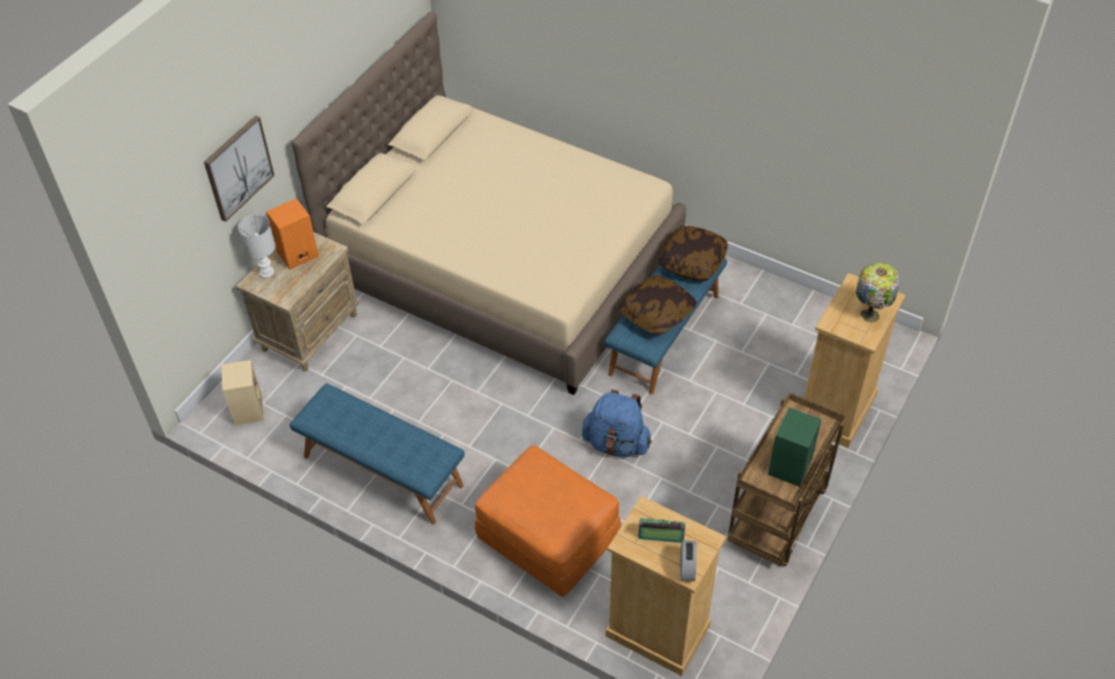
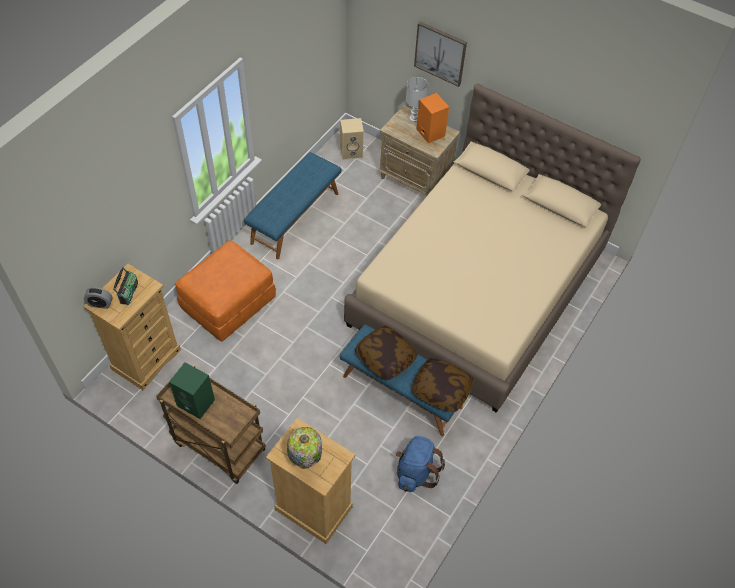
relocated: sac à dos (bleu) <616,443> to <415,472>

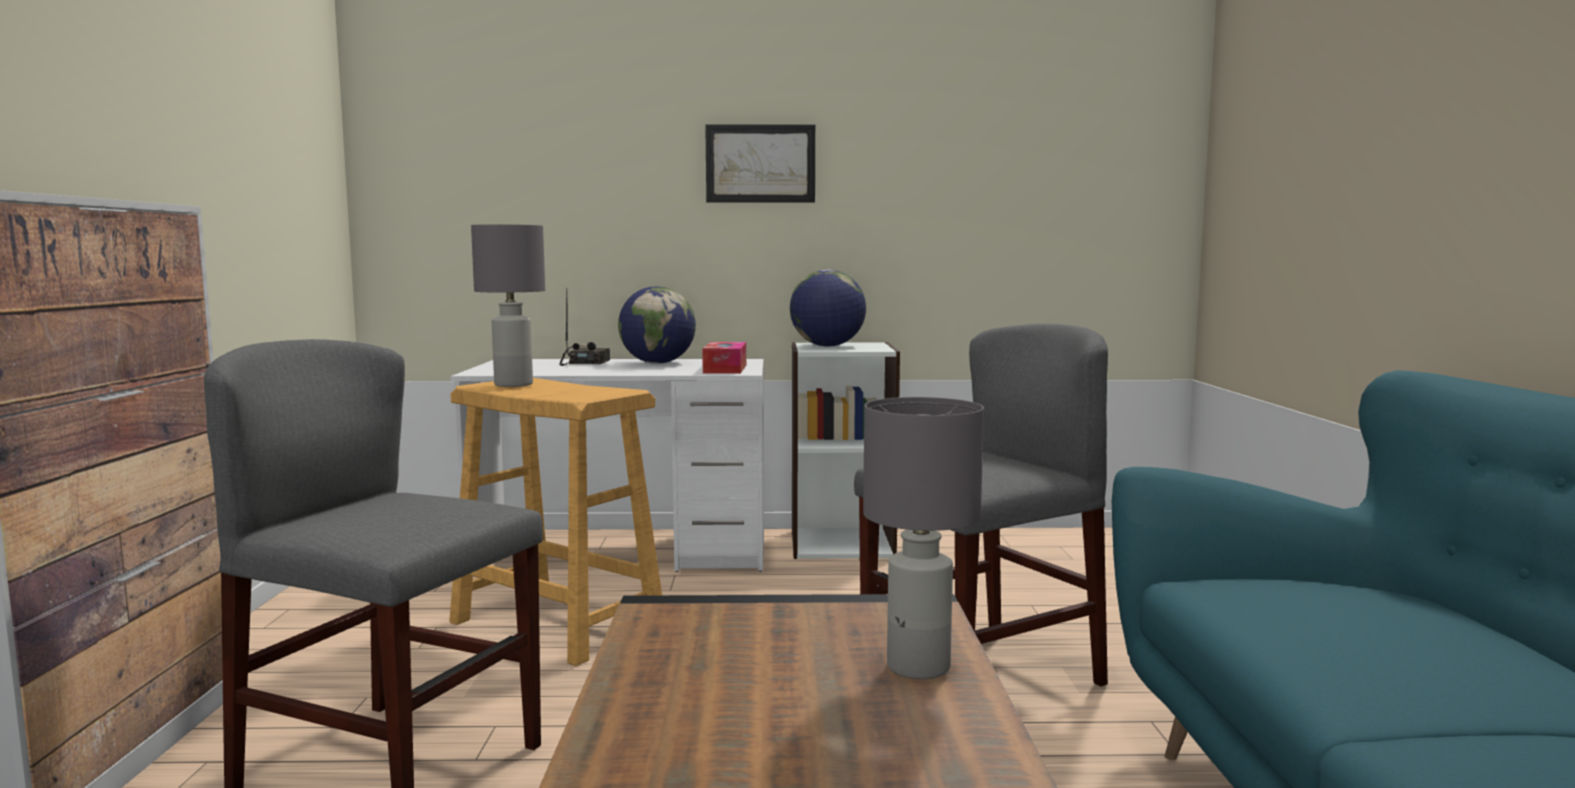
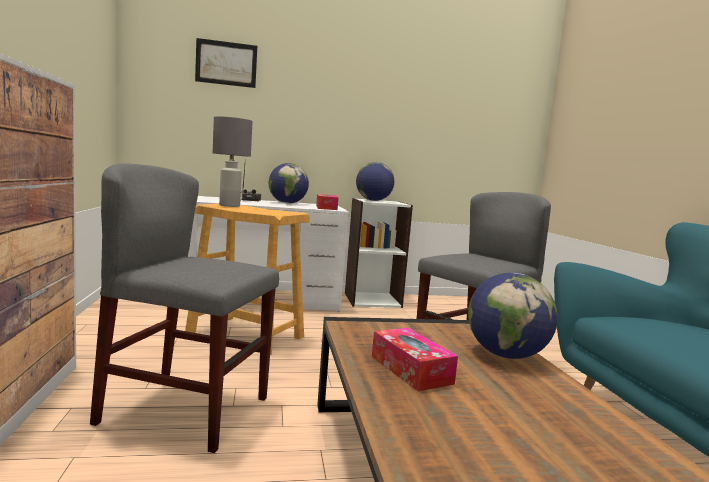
appeared: boîte à mouchoirs <410,369>
relocated: tableau <760,163> to <226,63>
exchanged: lampe de table (gris) <918,668> to globe <506,355>

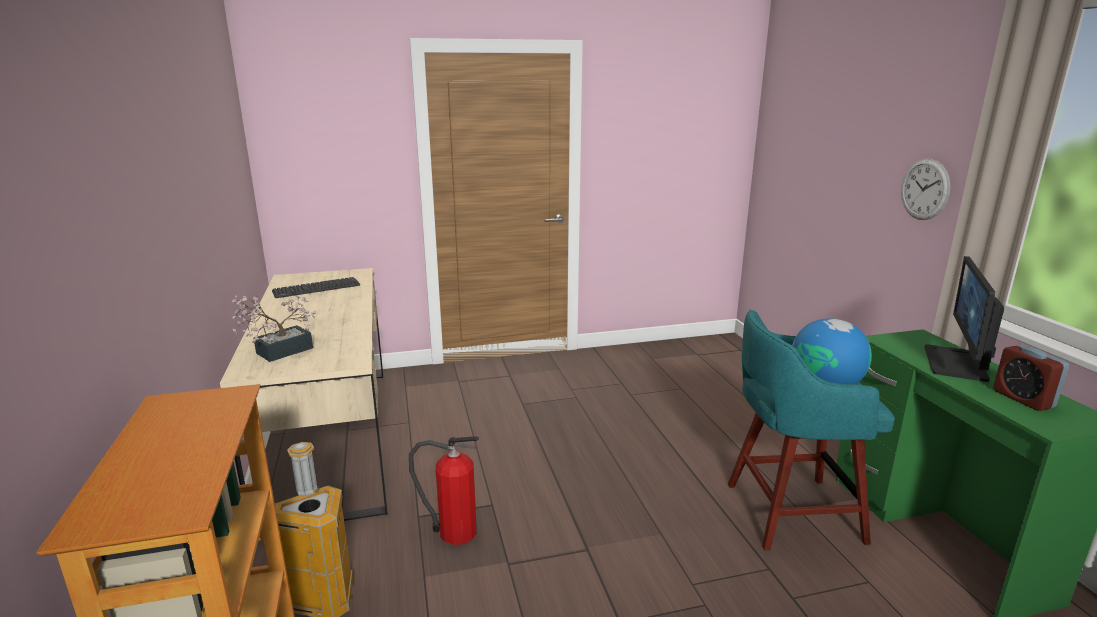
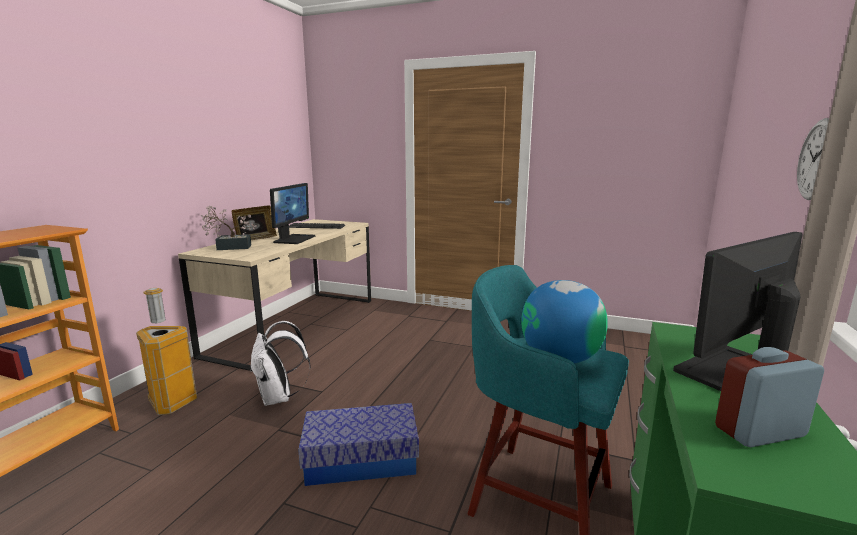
appeared: cadre photo <255,239>; écran d'ordinateur <294,239>; boîte de rangement <361,460>
exchanged: extincteur <454,532> to sac à dos (blanc) <279,397>
spun: réveil <1023,399> = <760,432> 60 degrees clockwise

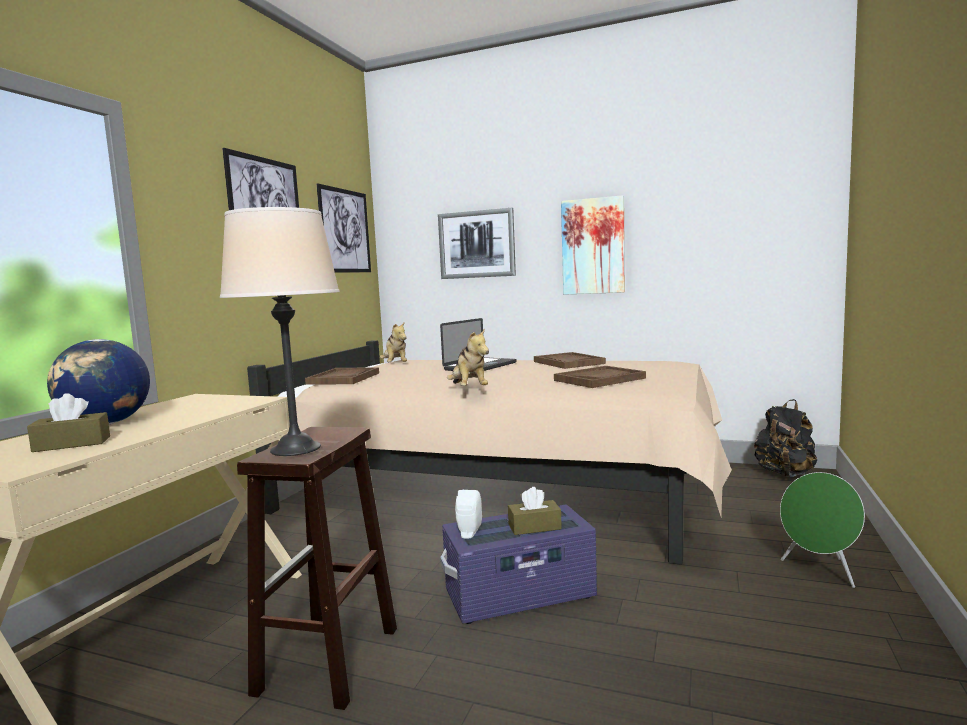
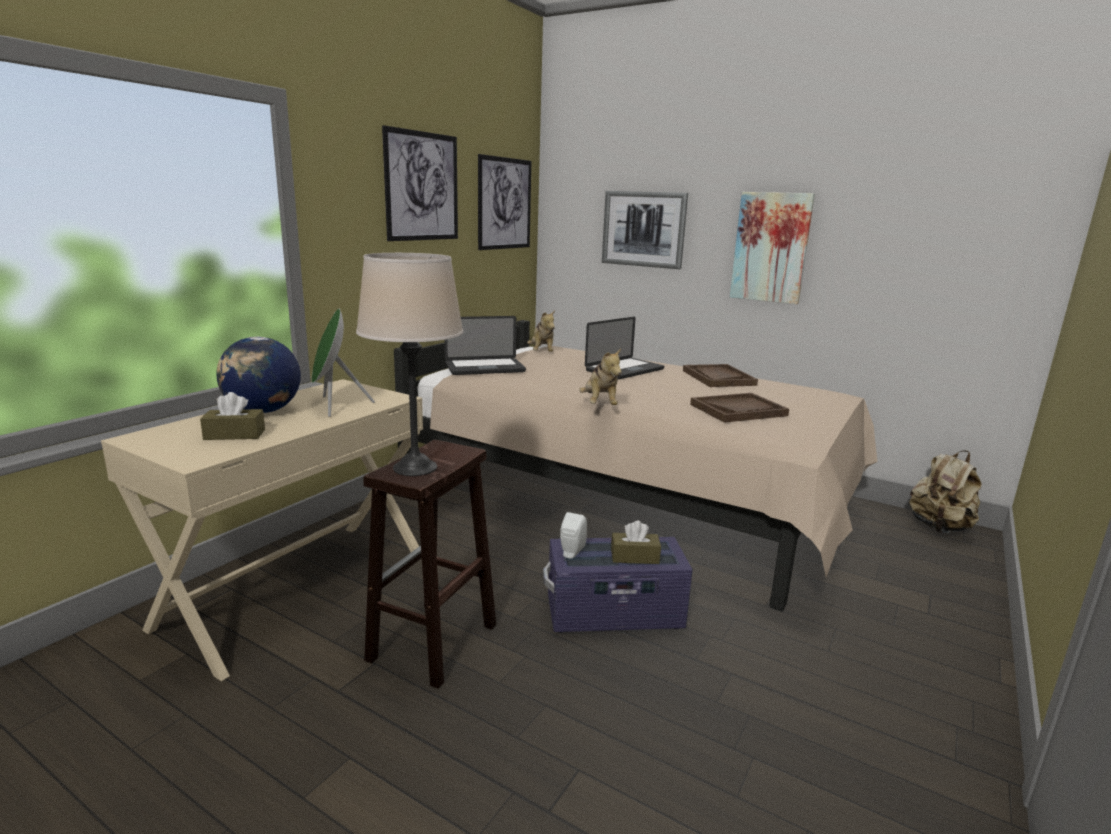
relocated: enceinte (vert) <820,571> to <334,406>
exchanged: plateau (marron) <343,378> to ordinateur portable <485,368>
colour: sac à dos (noir) <785,474> to sac à dos (beige) <939,528>

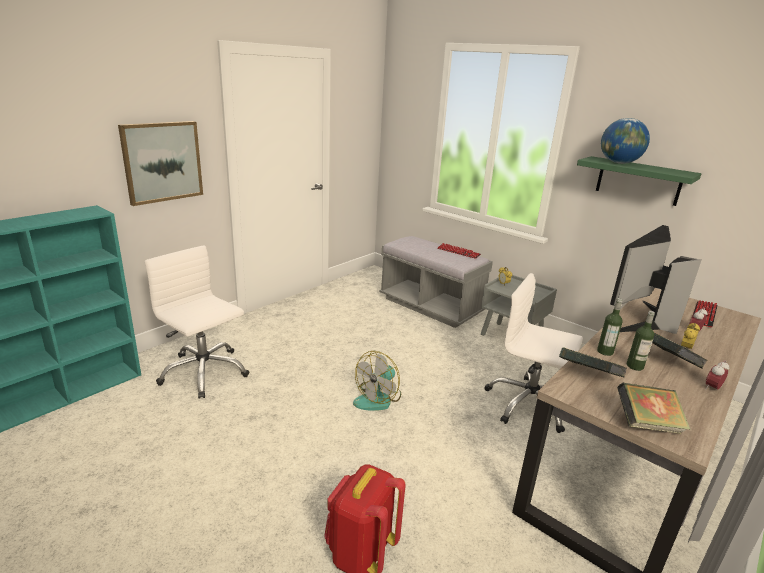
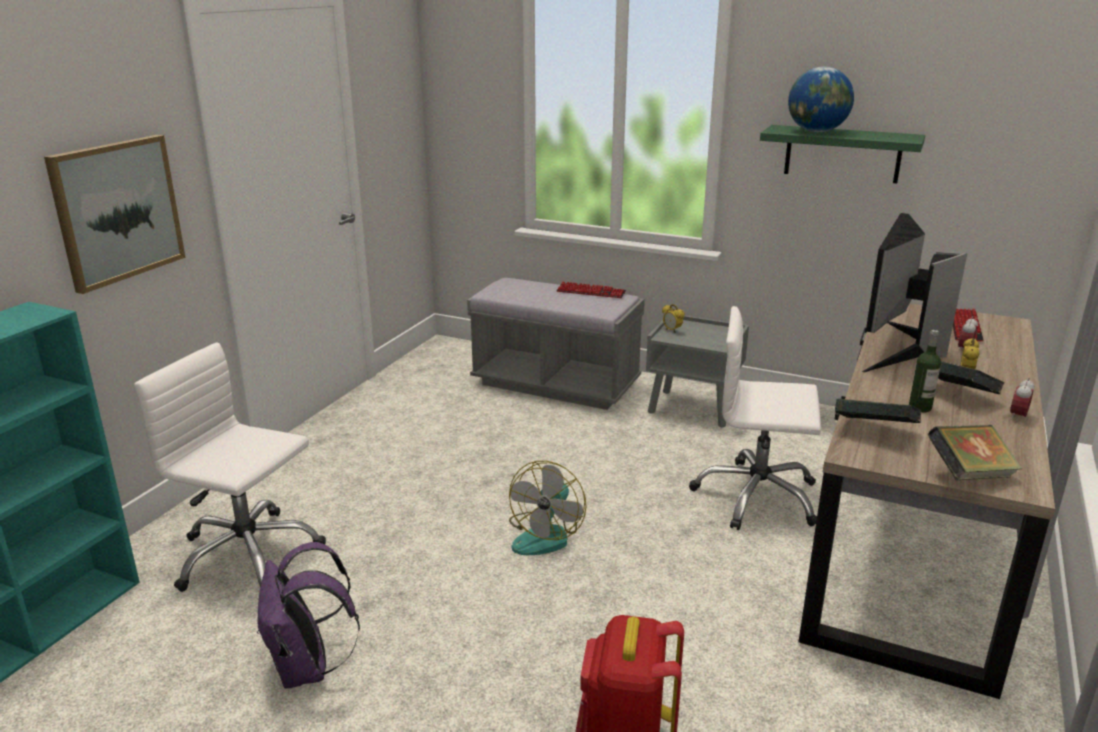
missing: bouteille <605,351>
appeared: sac à dos (violet) <307,669>

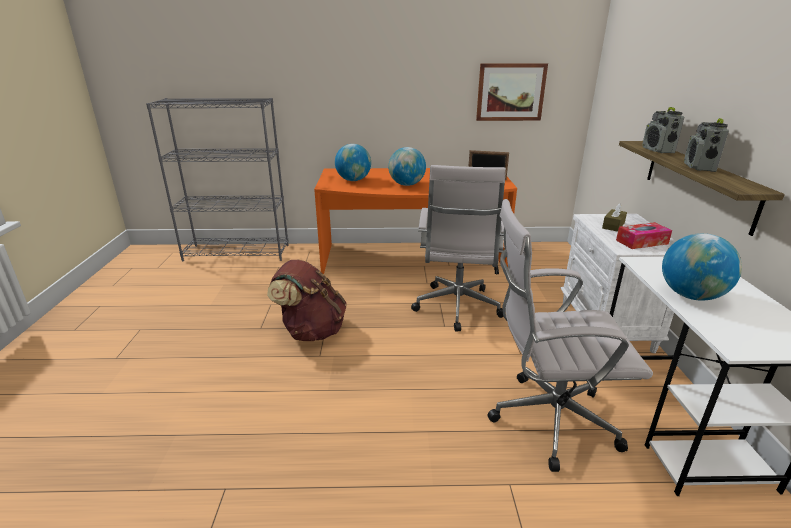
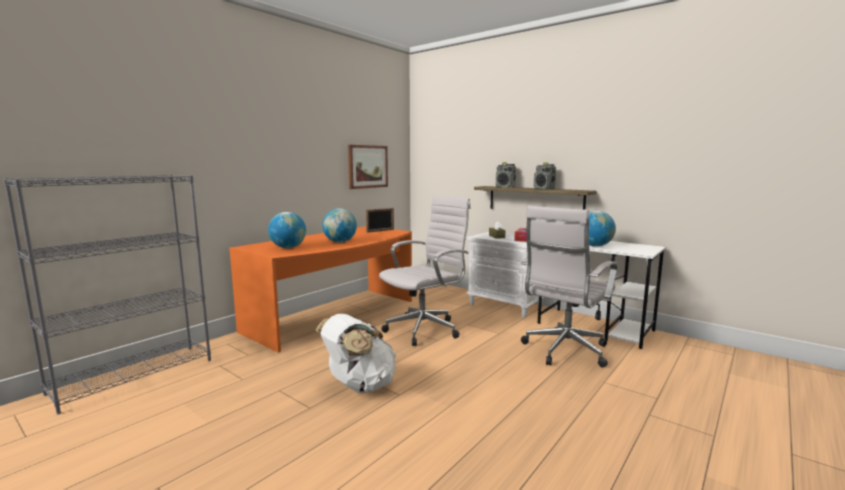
colour: sac à dos (marron) <311,331> to sac à dos (blanc) <359,386>
spun: chaise de bureau (blanc) <457,309> = <425,329> 90 degrees counterclockwise

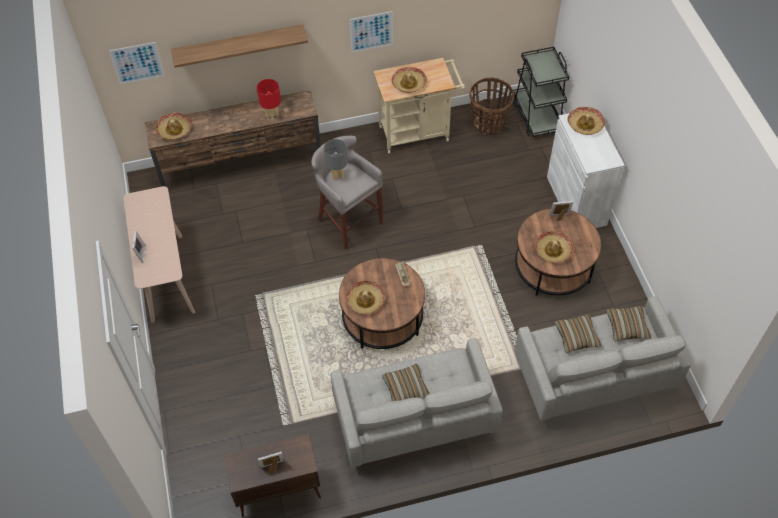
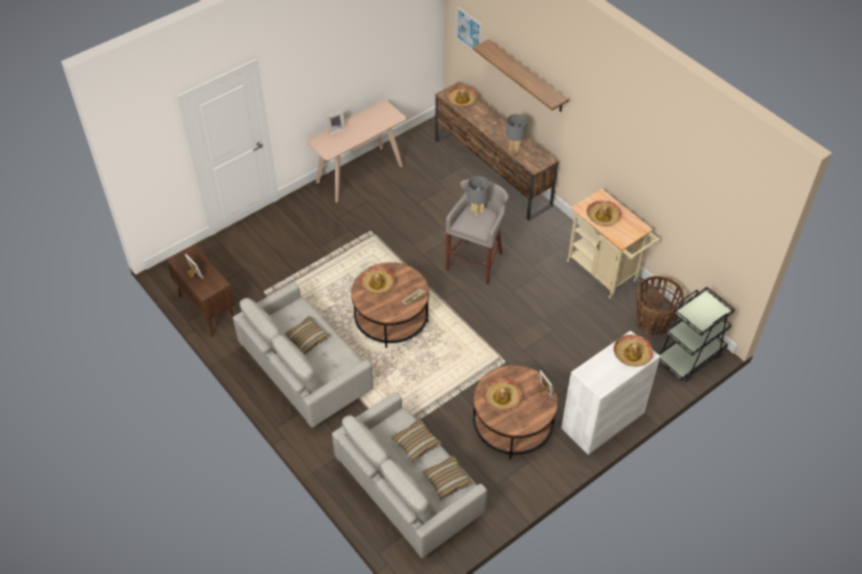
missing: tableau <371,31>
colour: lampe de table (rouge) <272,115> to lampe de table (gris) <514,148>

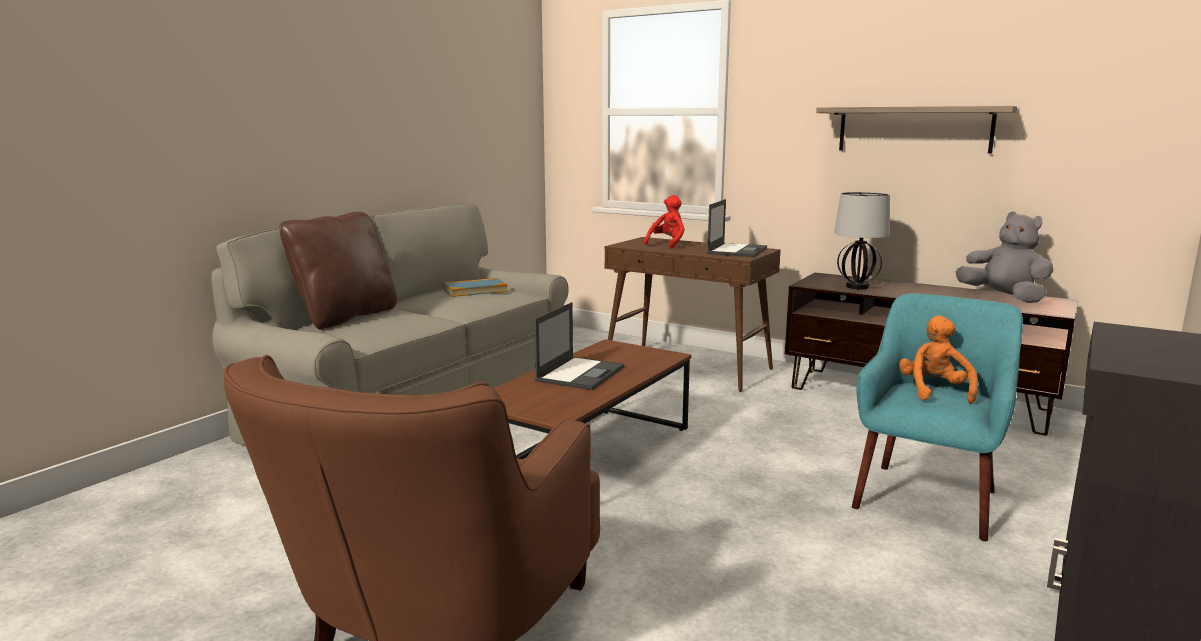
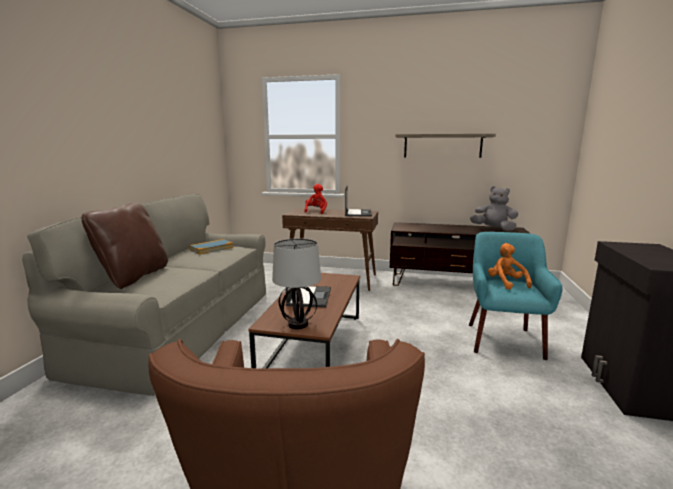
relocated: lampe de table <856,287> to <297,324>

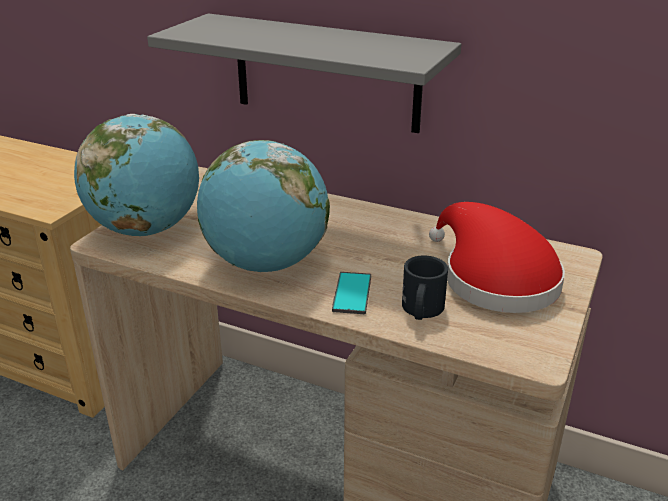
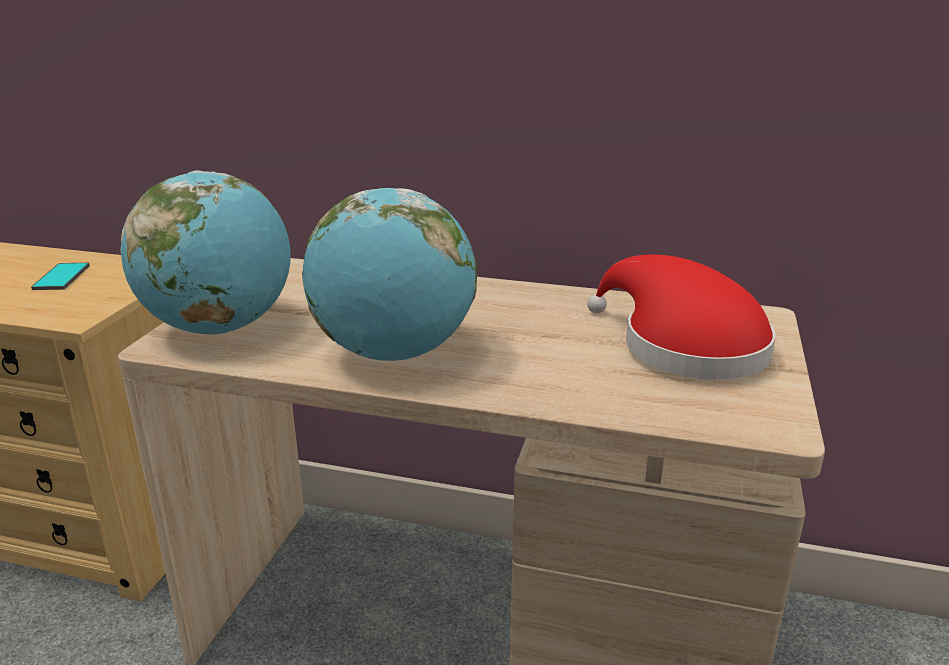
missing: étagère (gris) <326,73>; mug (noir) <421,311>
relocated: téléphone <352,293> to <61,277>

